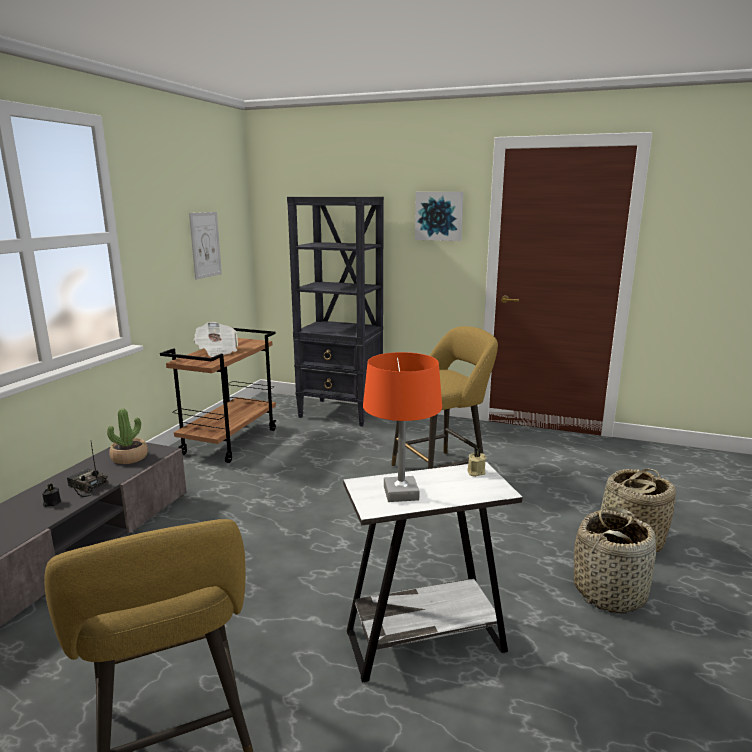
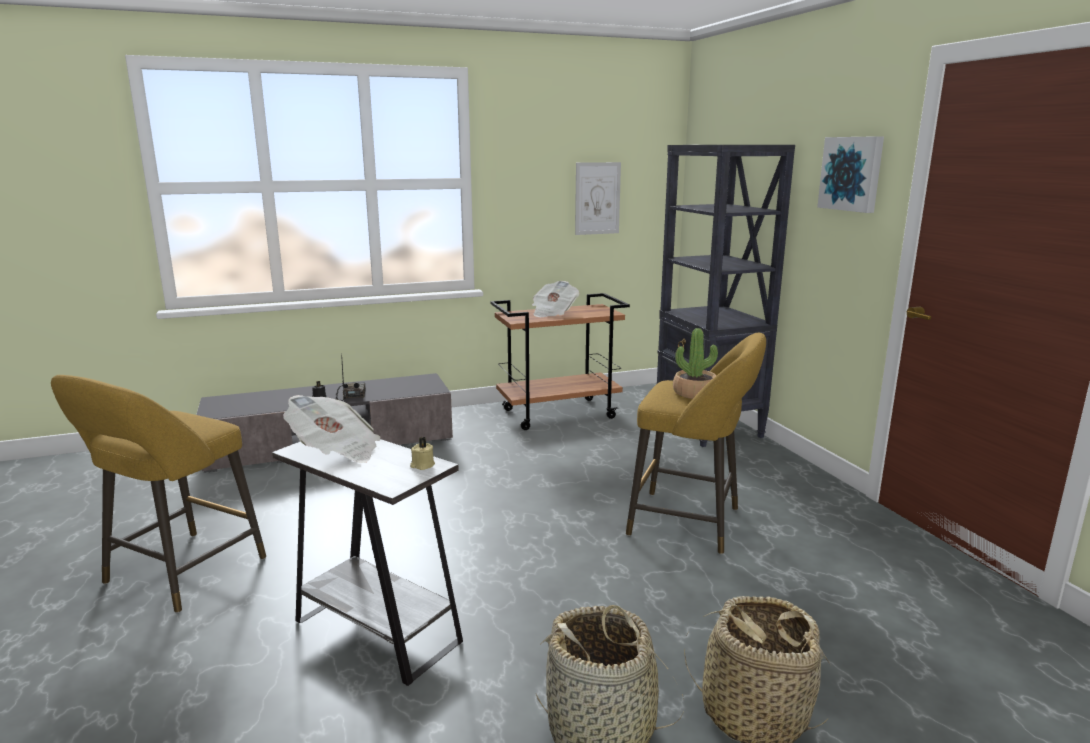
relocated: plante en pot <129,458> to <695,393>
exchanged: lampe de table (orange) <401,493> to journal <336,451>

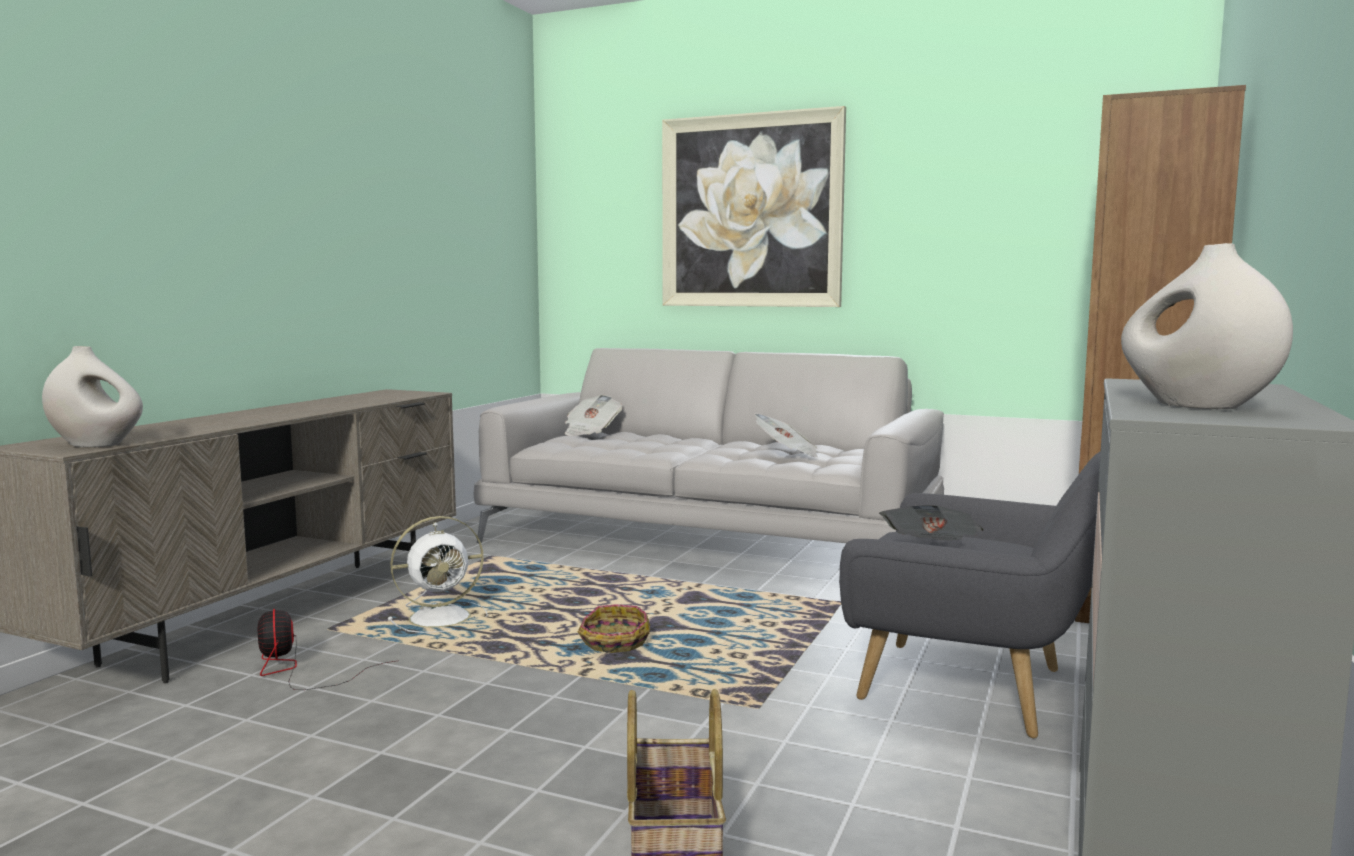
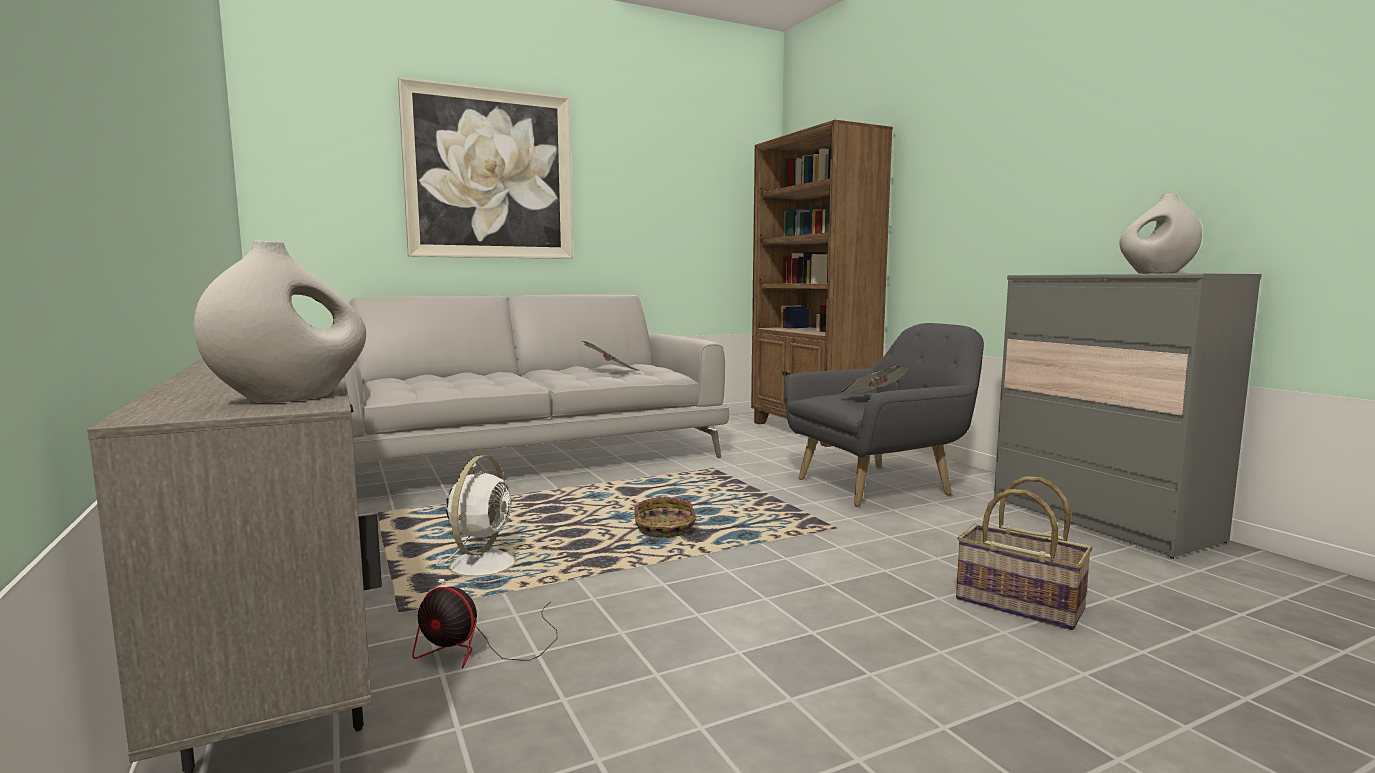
missing: journal <591,432>

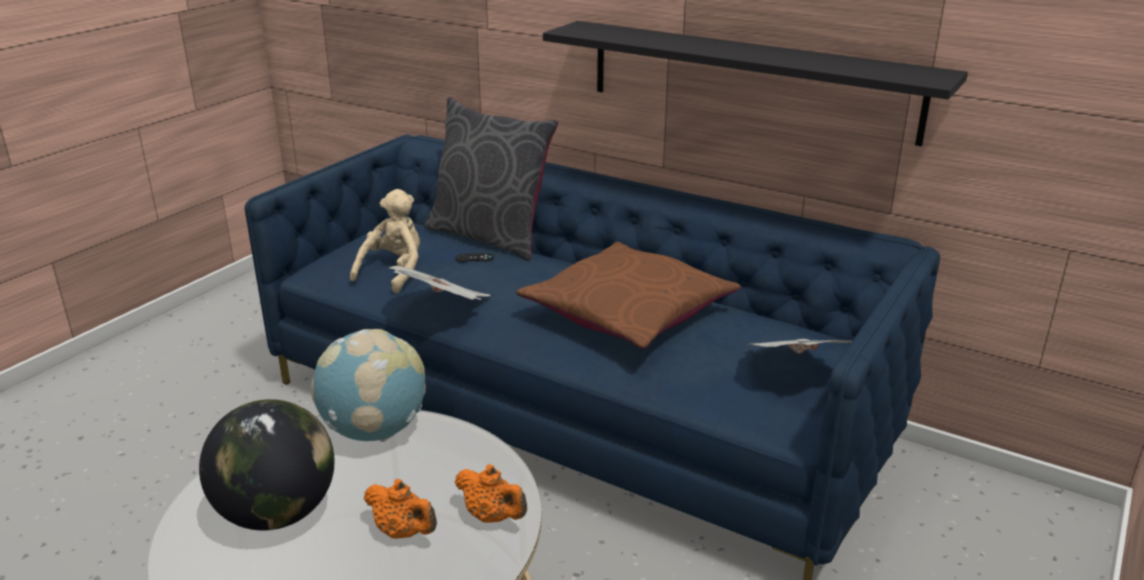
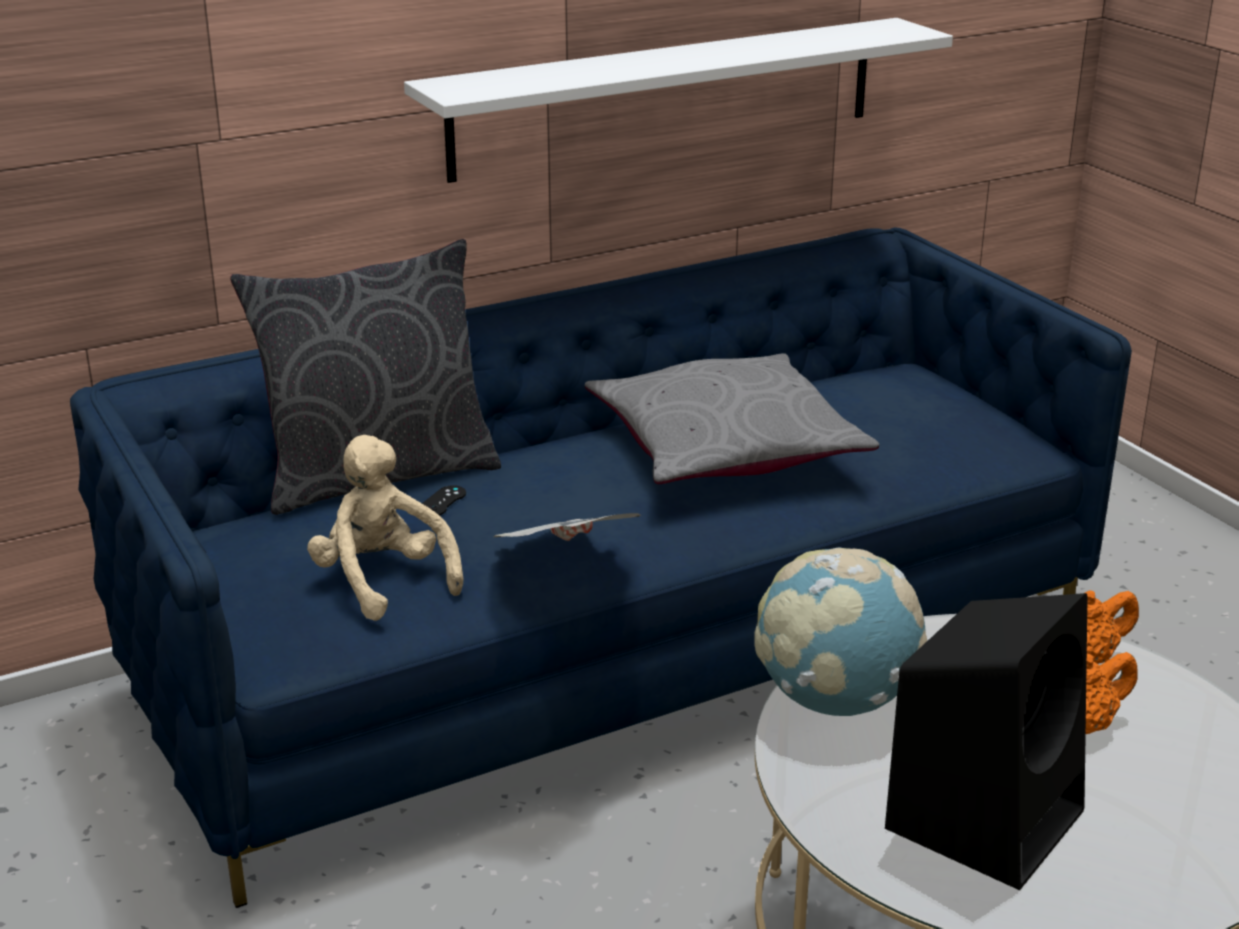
missing: journal <795,367>
exchanged: globe <277,514> to enceinte (noir) <985,816>
colour: étagère (noir) <749,80> to étagère (blanc) <667,97>; coussin (marron) <628,311> to coussin (gris) <725,446>

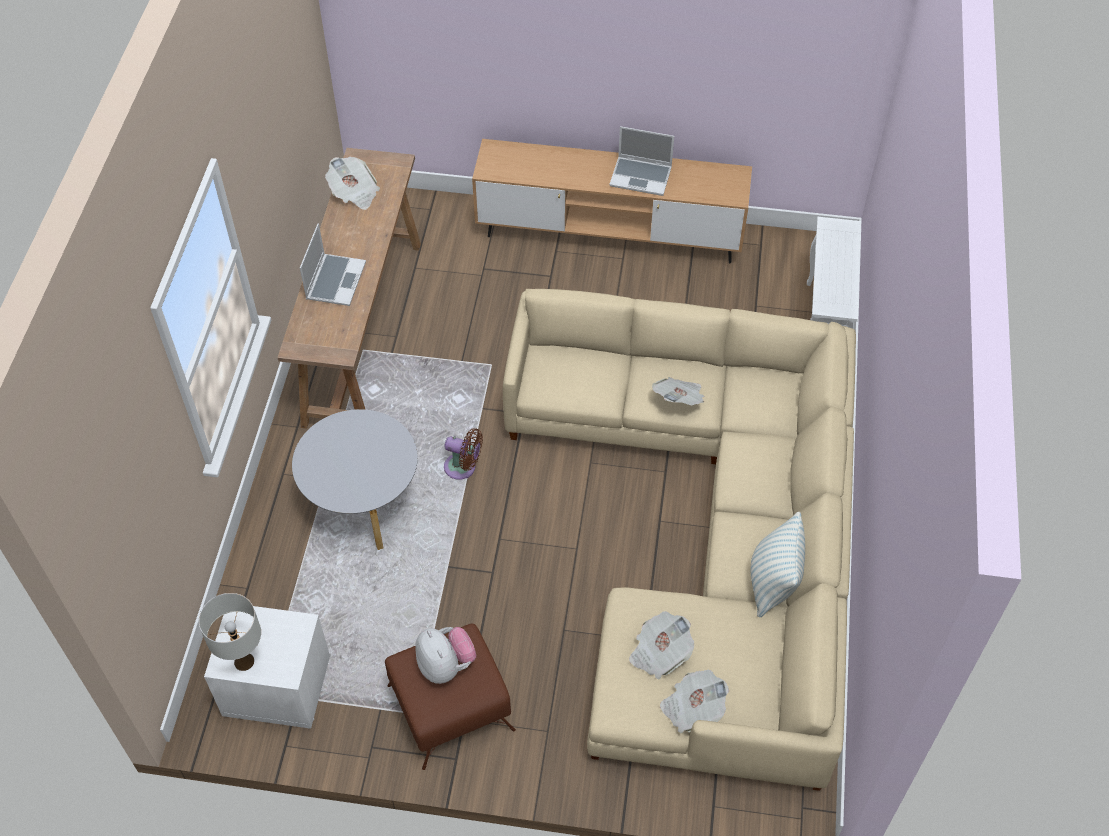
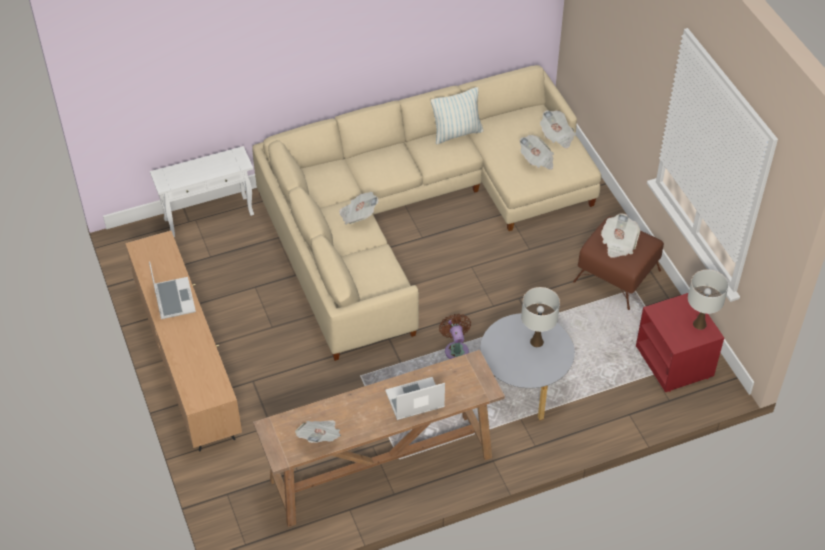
appeared: lampe de table (blanc) <537,341>
exchanged: peluche <446,665> to journal <618,244>
colour: table de chevet (blanc) <275,687> to table de chevet (rouge) <675,361>

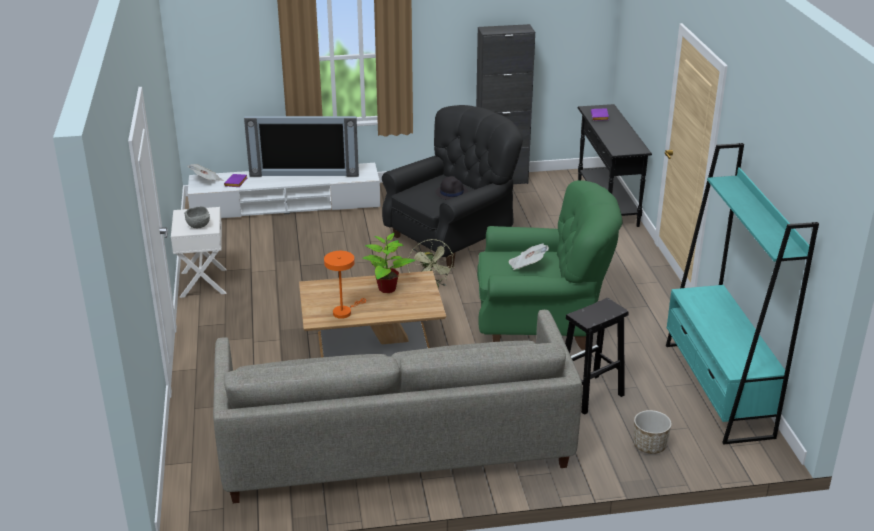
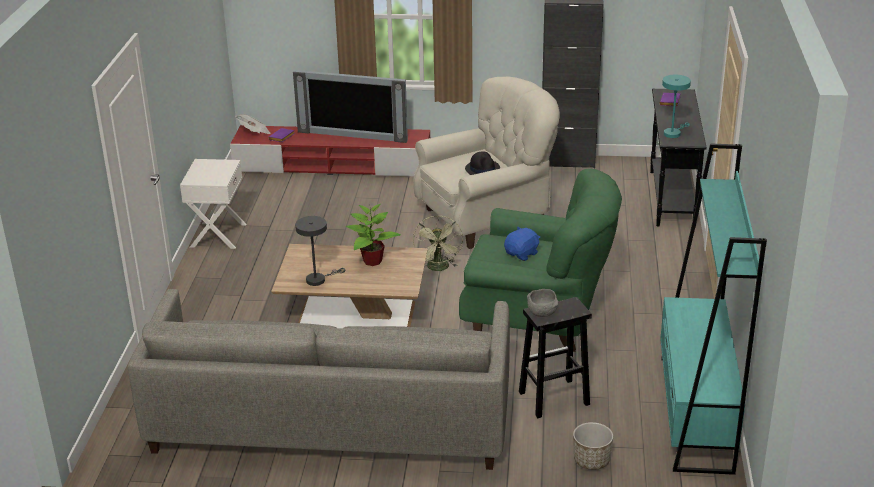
appeared: lampe de table (turquoise) <673,133>
relocated: bol (gris) <199,226> to <543,313>
exchanged: journal <527,265> to peluche (bleu) <522,254>
colour: meuble télé (blanc) <286,205> to meuble télé (rouge) <333,166>; lampe de table (orange) <344,312> to lampe de table (gris) <318,279>; fauteuil (noir) <453,237> to fauteuil (beige) <488,217>

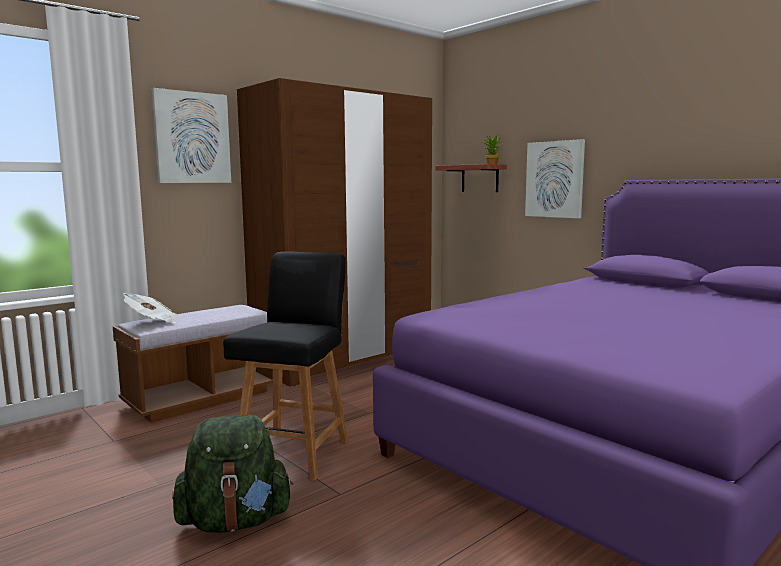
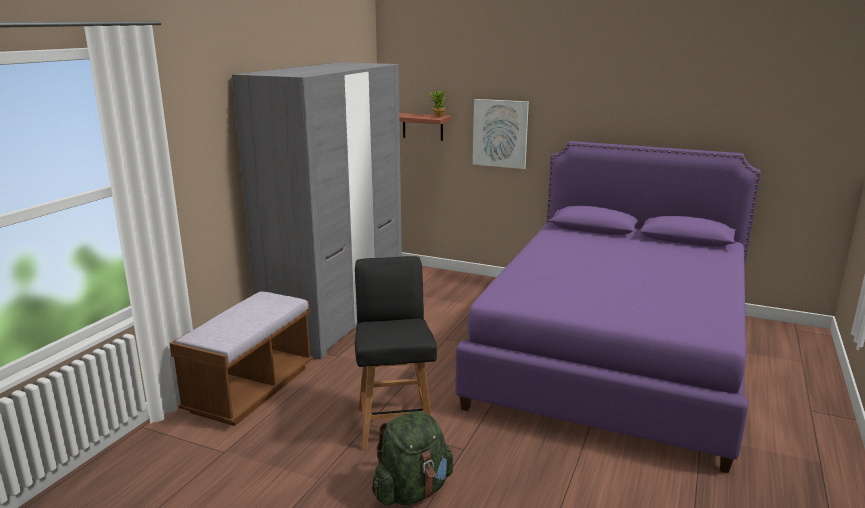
missing: journal <152,321>; tableau <192,138>
colour: armoire (marron) <345,358> to armoire (gris) <336,317>

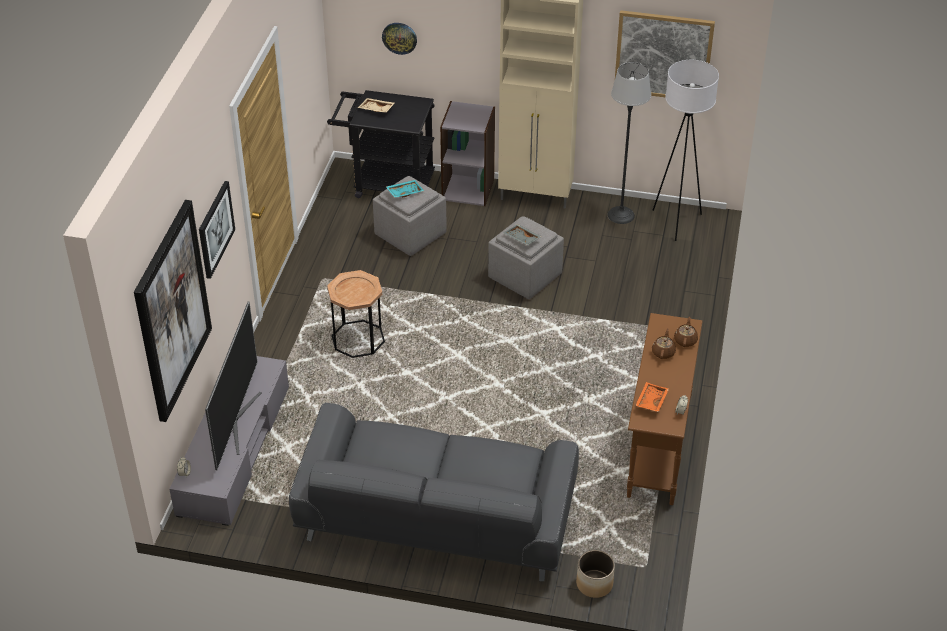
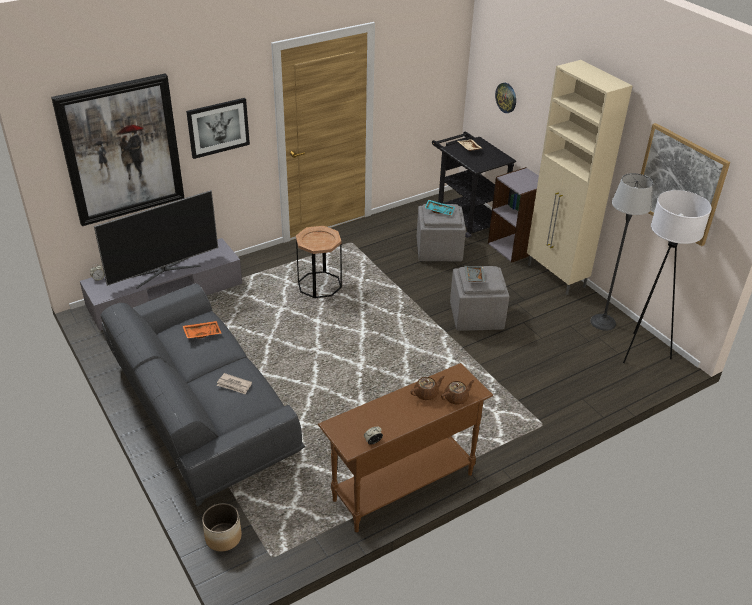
appeared: journal <234,385>
relocated: plateau (orange) <650,401> to <202,333>

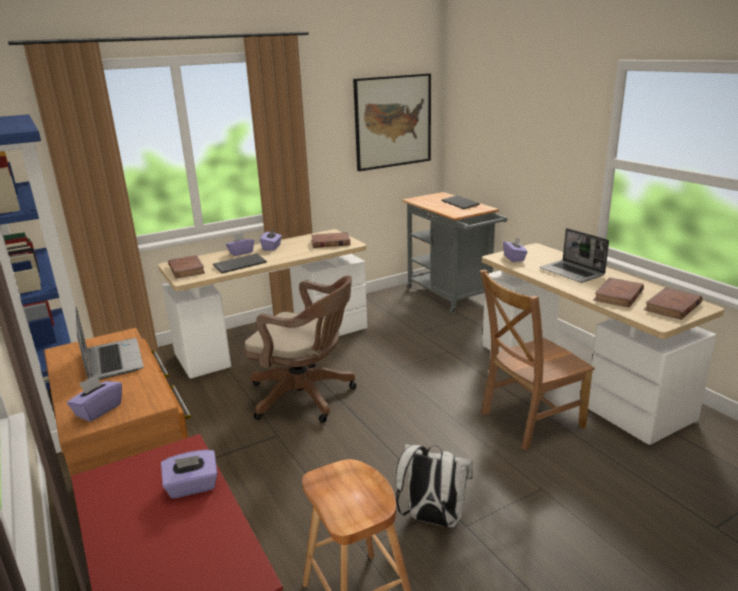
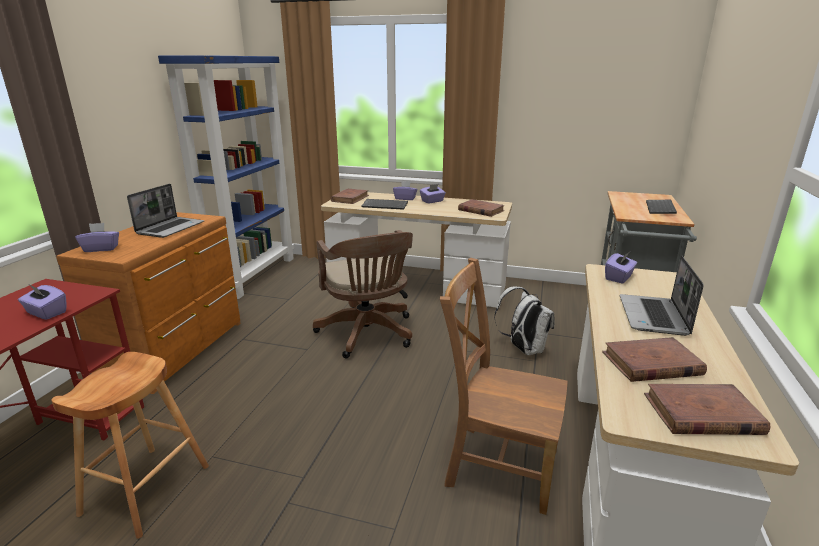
missing: tableau <393,121>
relocated: sac à dos (blanc) <432,519> to <523,349>

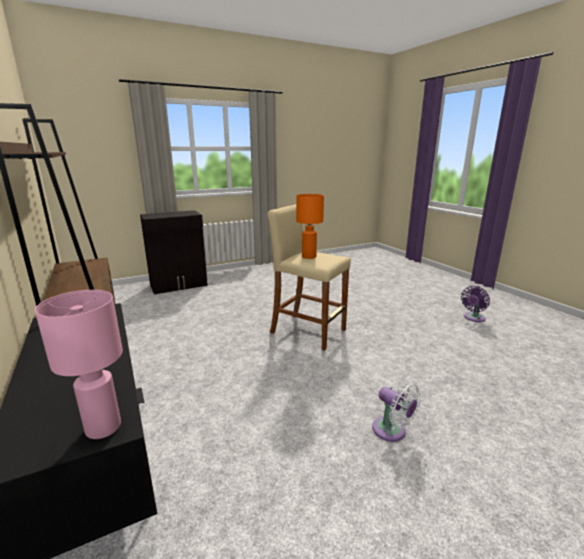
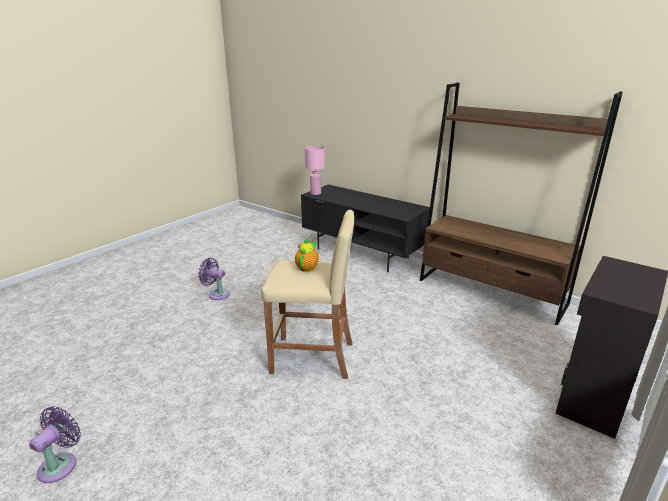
exchanged: lampe de table (orange) <309,256> to théière <307,268>
colour: ventilateur (blanc) <392,431> to ventilateur (violet) <217,294>

